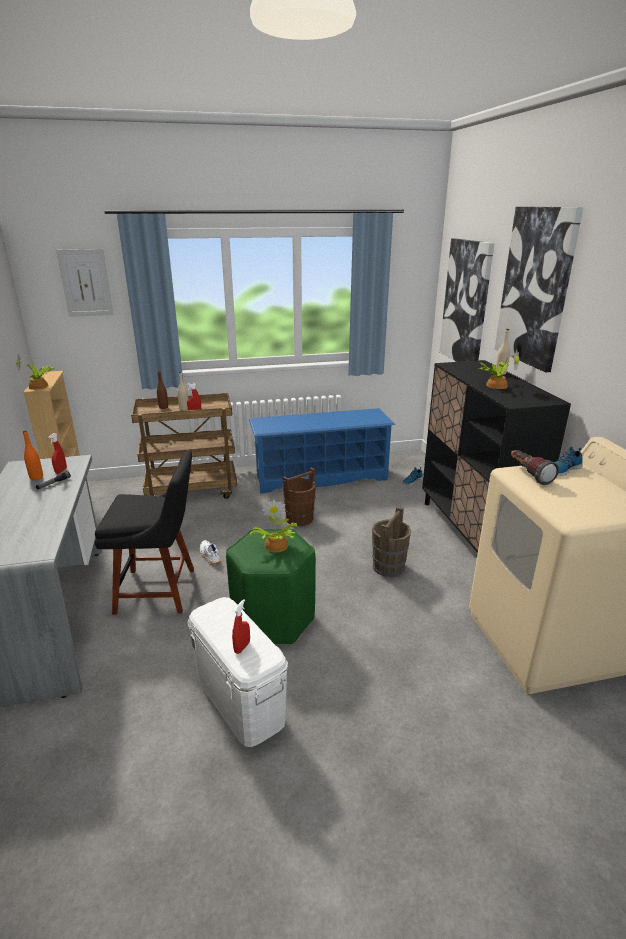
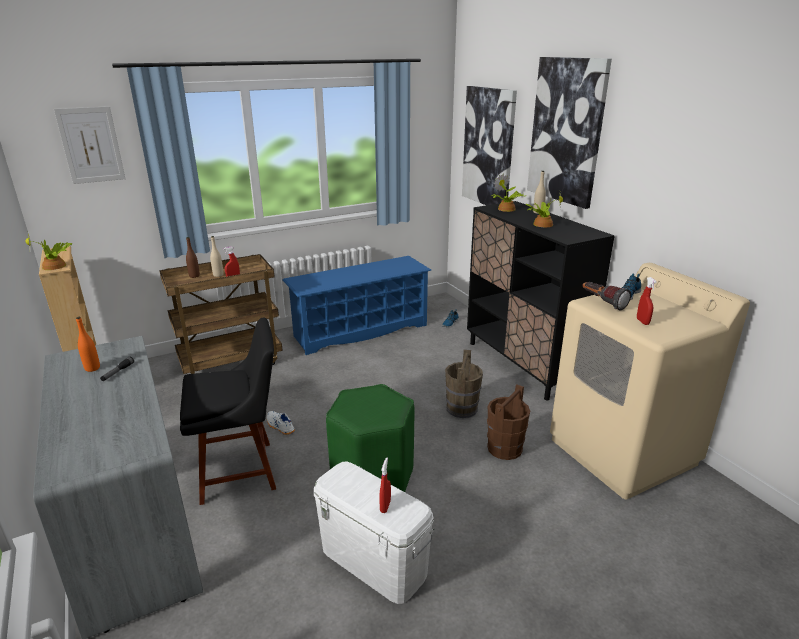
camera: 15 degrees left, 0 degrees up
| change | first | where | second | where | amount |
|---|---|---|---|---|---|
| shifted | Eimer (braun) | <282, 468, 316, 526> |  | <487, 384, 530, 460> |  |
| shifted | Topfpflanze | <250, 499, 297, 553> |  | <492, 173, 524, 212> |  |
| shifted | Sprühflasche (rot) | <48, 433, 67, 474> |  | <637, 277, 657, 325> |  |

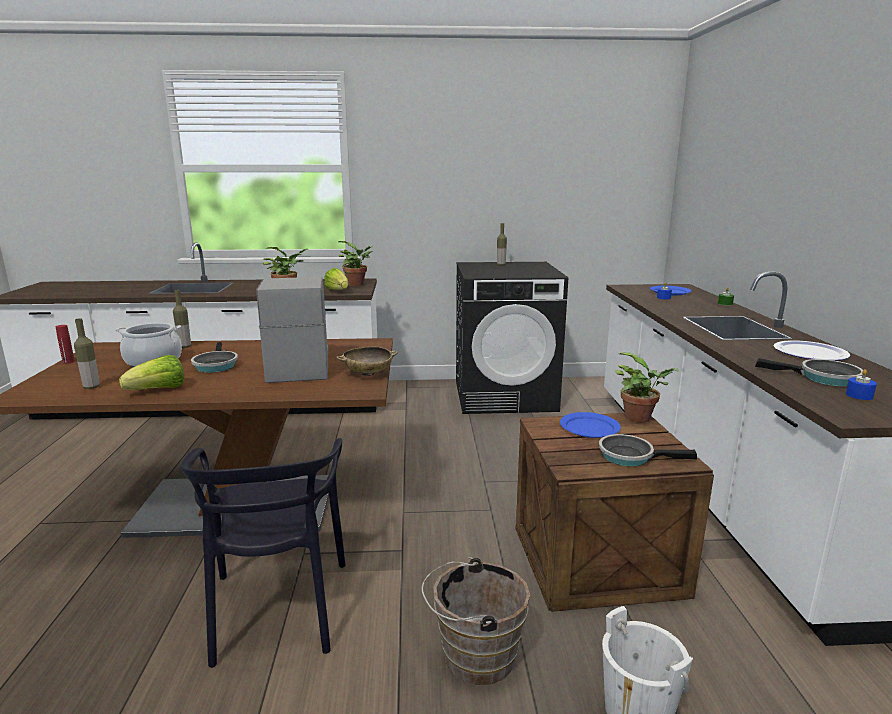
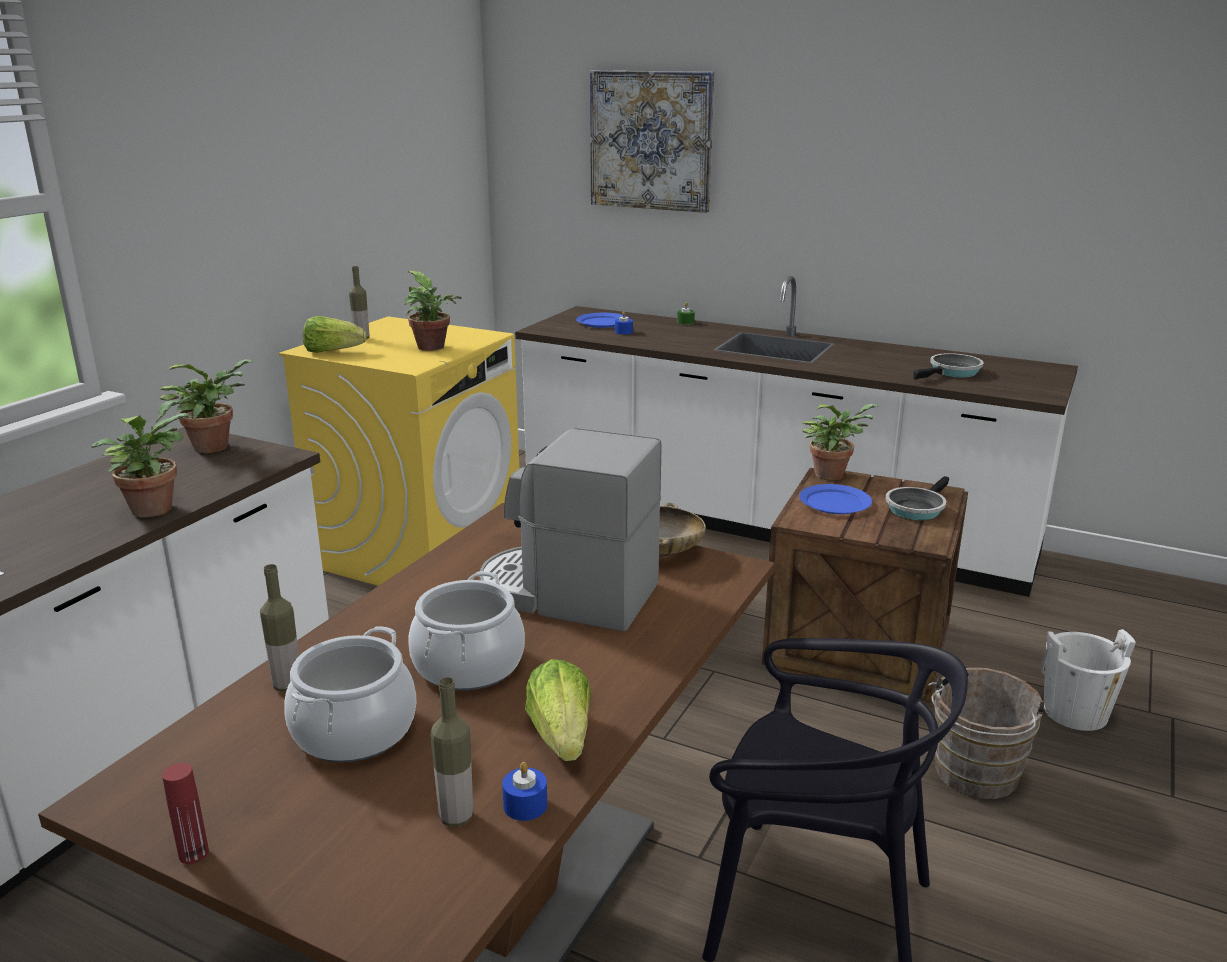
camera: 60 degrees left, 5 degrees up
| change | first | where | second | where | amount |
|---|---|---|---|---|---|
| repainted | Waschmaschine (schwarz) | <456, 262, 568, 414> | Waschmaschine (gelb) | <279, 316, 519, 586> |  |
| shifted | Salatkopf | <324, 268, 348, 290> |  | <303, 316, 366, 353> |  |
| new |  |  | Topfpflanze | <404, 271, 462, 351> |  |
| swapped | Pfanne | <191, 342, 238, 373> | Kochtopf | <408, 571, 525, 690> |  |
| shifted | Kerze (blau) | <846, 369, 877, 400> |  | <502, 762, 547, 821> |  |
| new |  |  | Bild | <590, 70, 715, 213> |  |
| gone | Teller | <774, 340, 850, 361> |  |  |  |

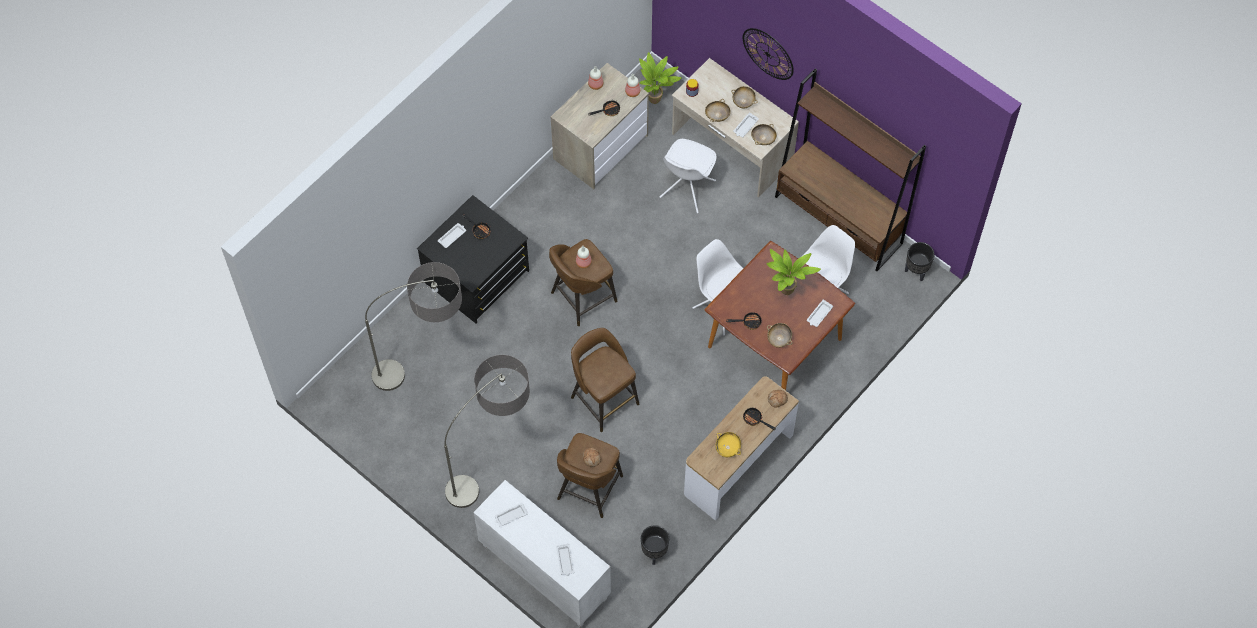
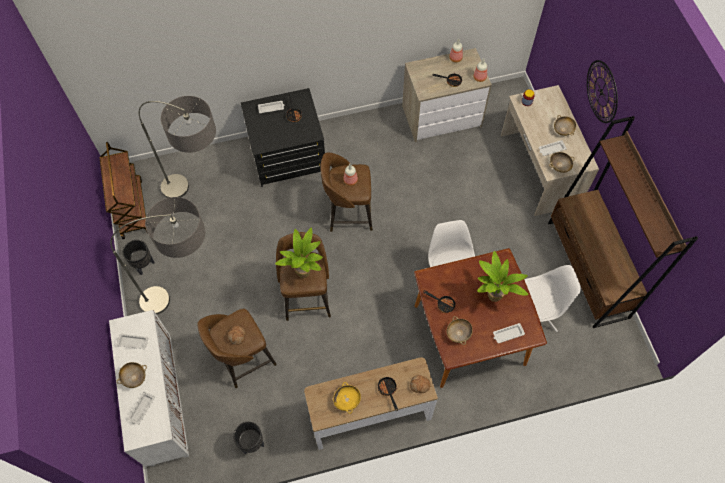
camera: 35 degrees right, 0 degrees up
| change | first | where | second | where | amount |
|---|---|---|---|---|---|
| new |  |  | Rollwagen (braun) | <99, 142, 148, 239> |  |
| shifted | Schüssel (beige) | <705, 99, 731, 122> |  | <116, 362, 147, 388> |  |
| shifted | Pflanzkübel (schwarz) | <905, 242, 934, 281> |  | <123, 240, 155, 275> |  |
| shifted | Topfpflanze | <639, 52, 682, 104> |  | <275, 228, 323, 278> |  |
| gone | Stuhl (weiß) | <660, 139, 716, 213> |  |  |  |

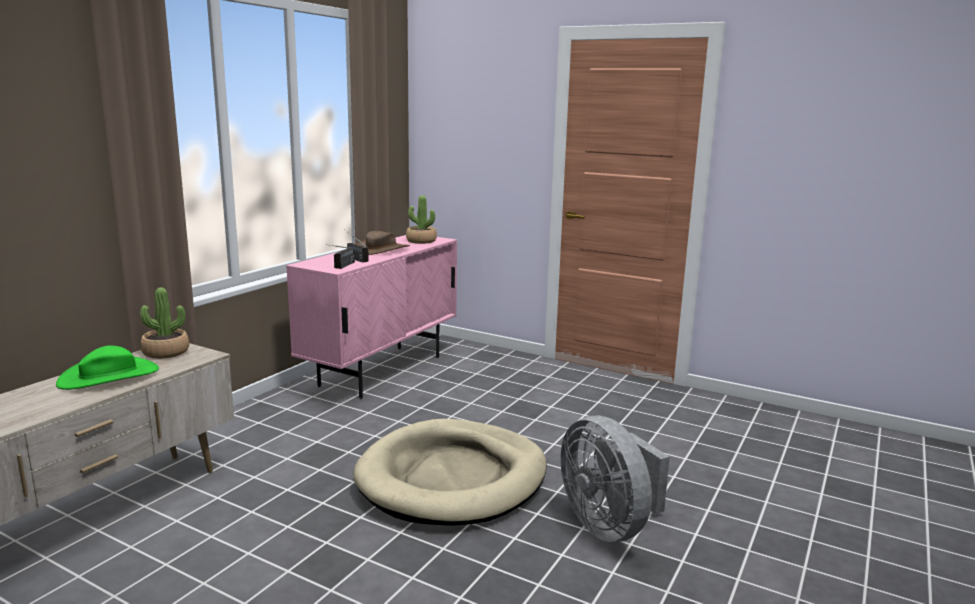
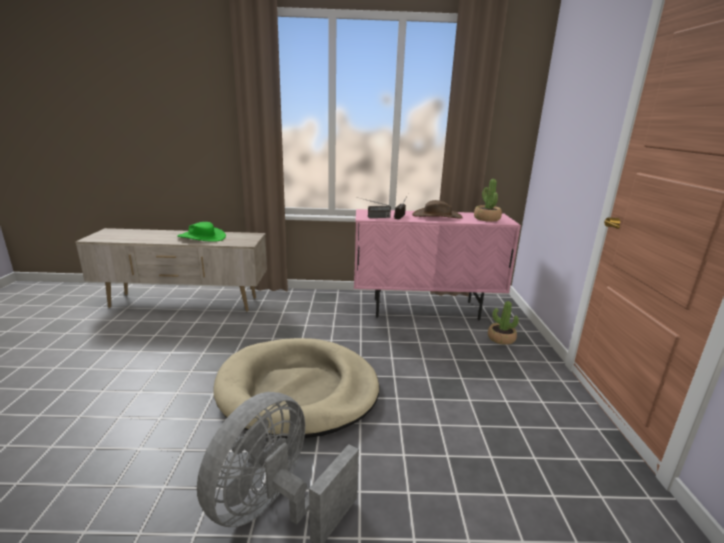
camera: 60 degrees right, 5 degrees up
| change | first | where | second | where | amount |
|---|---|---|---|---|---|
| shifted | Topfpflanze | <140, 288, 189, 359> |  | <488, 301, 519, 345> |  |

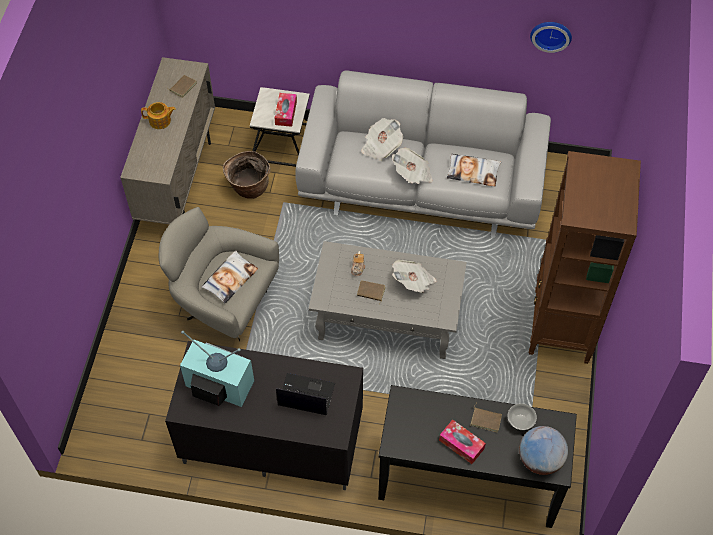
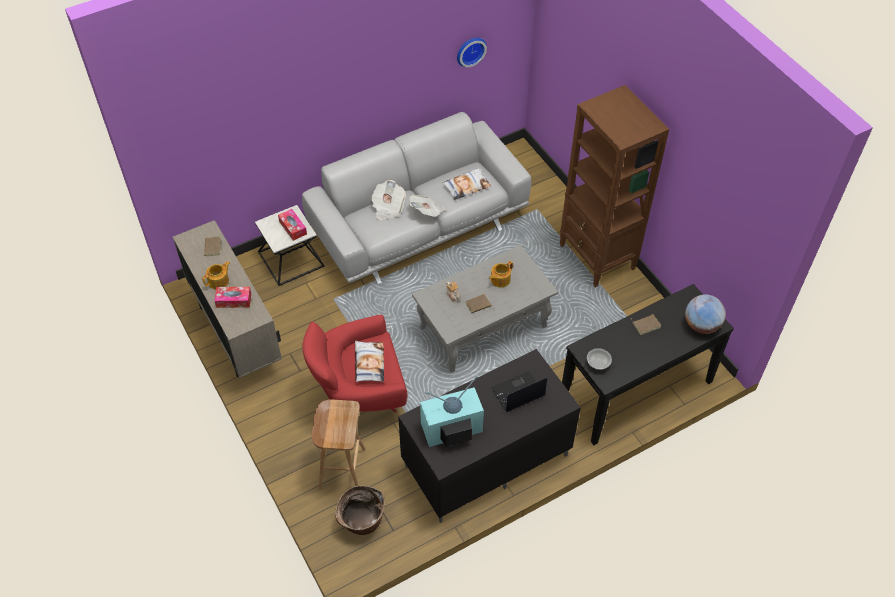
camera: 40 degrees left, 5 degrees down
| change | first | where | second | where | amount |
|---|---|---|---|---|---|
| shifted | Taschentuchbox | <439, 420, 486, 464> |  | <214, 287, 251, 308> |  |
| repainted | Sessel (grau) | <159, 207, 279, 341> | Sessel (rot) | <303, 315, 408, 412> |  |
| new |  |  | Hocker (braun) | <311, 399, 365, 490> |  |
| shifted | Korb | <223, 151, 270, 199> |  | <335, 485, 385, 535> |  |
| swapped | Zeitung | <392, 260, 436, 293> | Teekanne | <489, 261, 513, 288> |  |
| shifted | Schüssel | <507, 403, 537, 431> |  | <587, 348, 612, 371> |  |

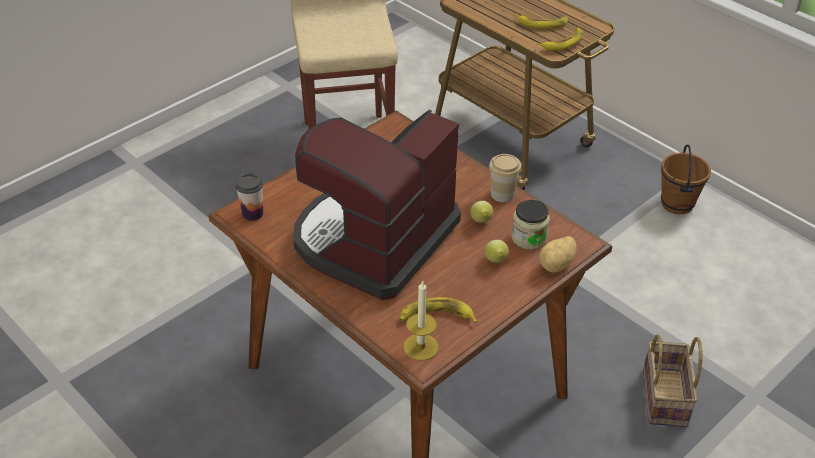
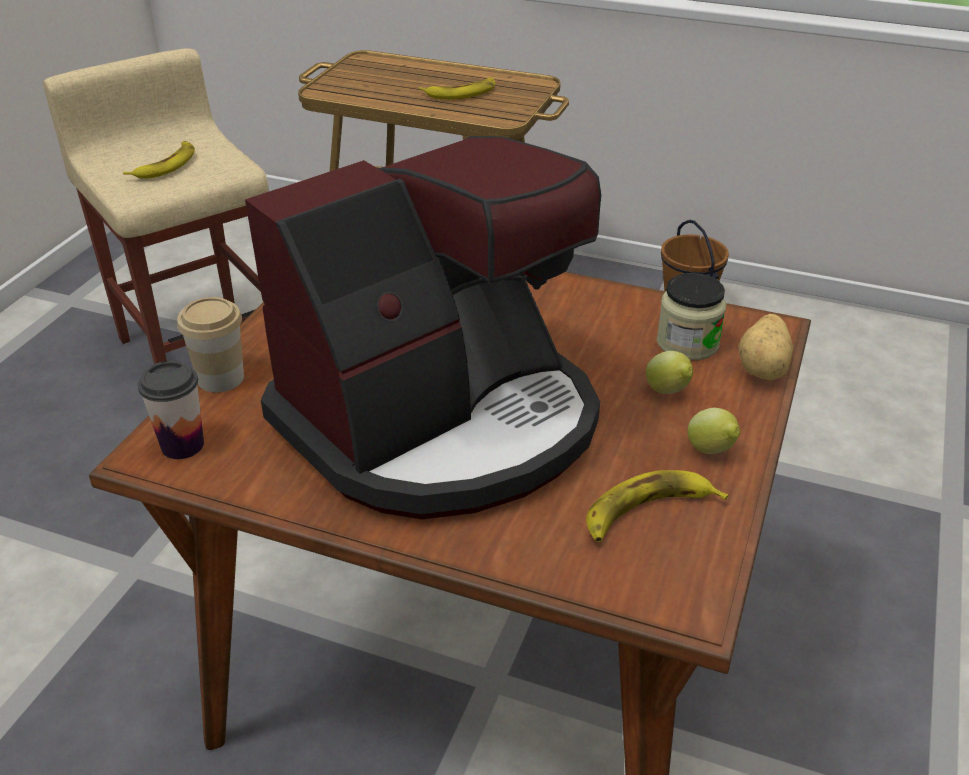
camera: 25 degrees left, 5 degrees down
| change | first | where | second | where | amount |
|---|---|---|---|---|---|
| shifted | Banane | <536, 27, 584, 51> |  | <123, 141, 195, 179> |  |
| shifted | Tasse | <489, 154, 522, 202> |  | <177, 297, 244, 393> |  |
| rotated | Kaffeemaschine | <293, 110, 461, 300> |  | <245, 136, 601, 519> | 135 degrees counterclockwise |
| shifted | Zitrone | <471, 201, 493, 223> |  | <688, 408, 740, 454> |  |
| gone | Kerze | <404, 280, 438, 361> |  |  |  |
| gone | Korb | <643, 334, 703, 427> |  |  |  |

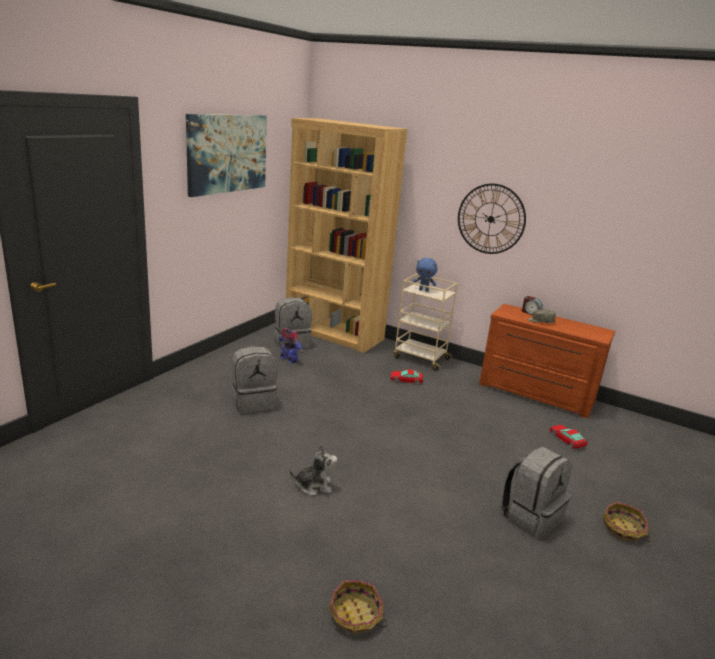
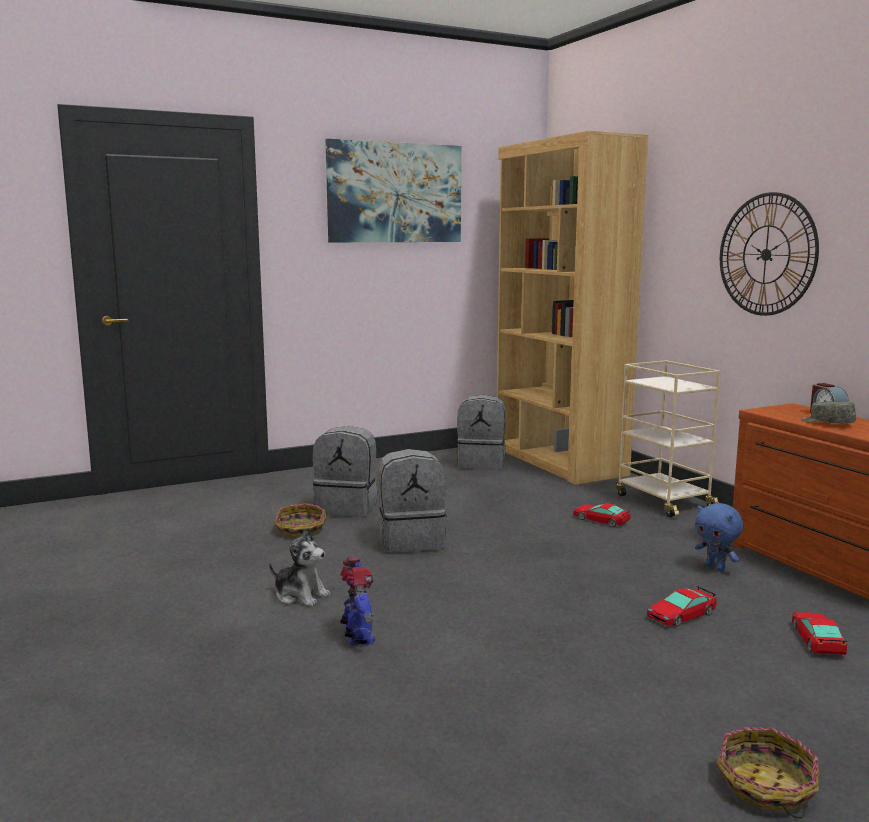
camera: 35 degrees right, 10 degrees down
| change | first | where | second | where | amount |
|---|---|---|---|---|---|
| shifted | Korb | <330, 580, 388, 634> |  | <274, 503, 327, 538> |  |
| shifted | Spielzeugroboter | <279, 328, 303, 364> |  | <340, 557, 375, 646> |  |
| shifted | Rucksack (grau) | <500, 447, 571, 540> |  | <378, 449, 447, 553> |  |
| new |  |  | Spielzeugauto | <647, 586, 717, 627> |  |
| shifted | Plüschtier (blau) | <413, 258, 438, 291> |  | <695, 503, 743, 572> |  |

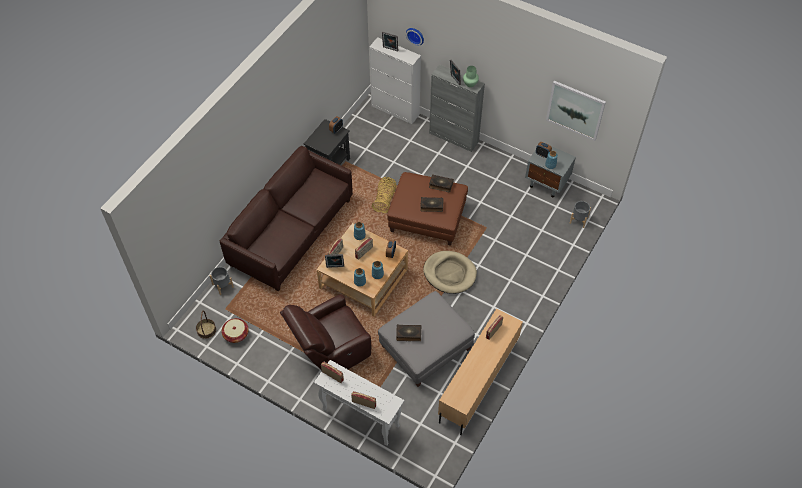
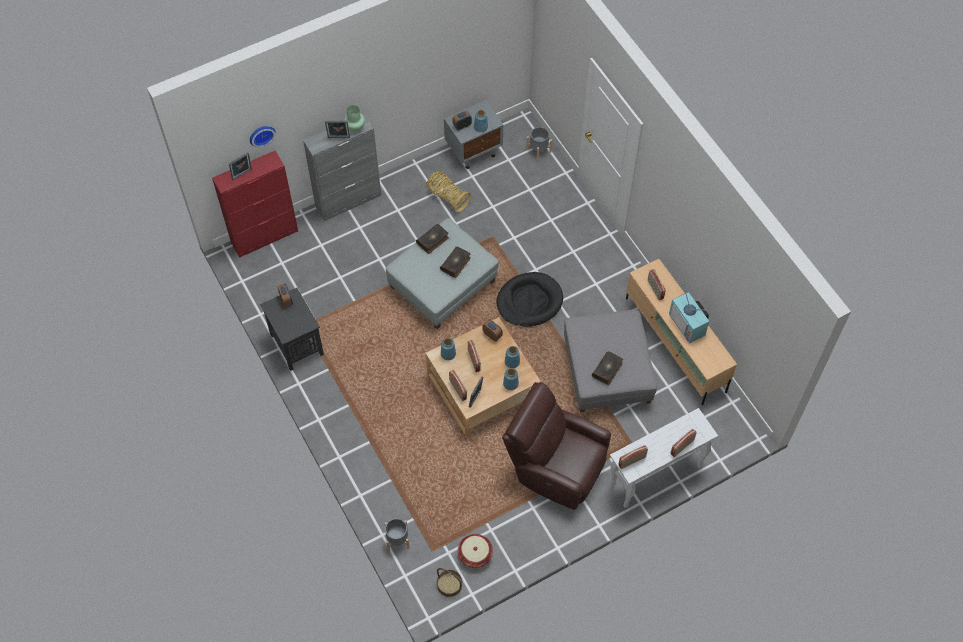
camera: 60 degrees left, 5 degrees up
| change | first | where | second | where | amount |
|---|---|---|---|---|---|
| repainted | Schrank (weiß) | <369, 37, 421, 124> | Schrank (rot) | <212, 151, 298, 258> |  |
| repainted | Polsterhocker (braun) | <387, 172, 468, 246> | Polsterhocker (grau) | <386, 218, 499, 329> |  |
| shifted | Korb | <372, 177, 397, 213> |  | <426, 171, 471, 212> |  |
| repainted | Hundebett (beige) | <423, 251, 477, 294> | Hundebett (schwarz) | <497, 272, 563, 327> |  |
| rotated | Sessel (braun) | <280, 294, 371, 371> |  | <502, 382, 611, 510> | 120 degrees clockwise |
| new |  |  | Fernseher | <669, 283, 709, 343> |  |
| gone | Sofa (braun) | <220, 146, 353, 291> |  |  |  |
| gone | Bild | <546, 81, 606, 141> |  |  |  |

